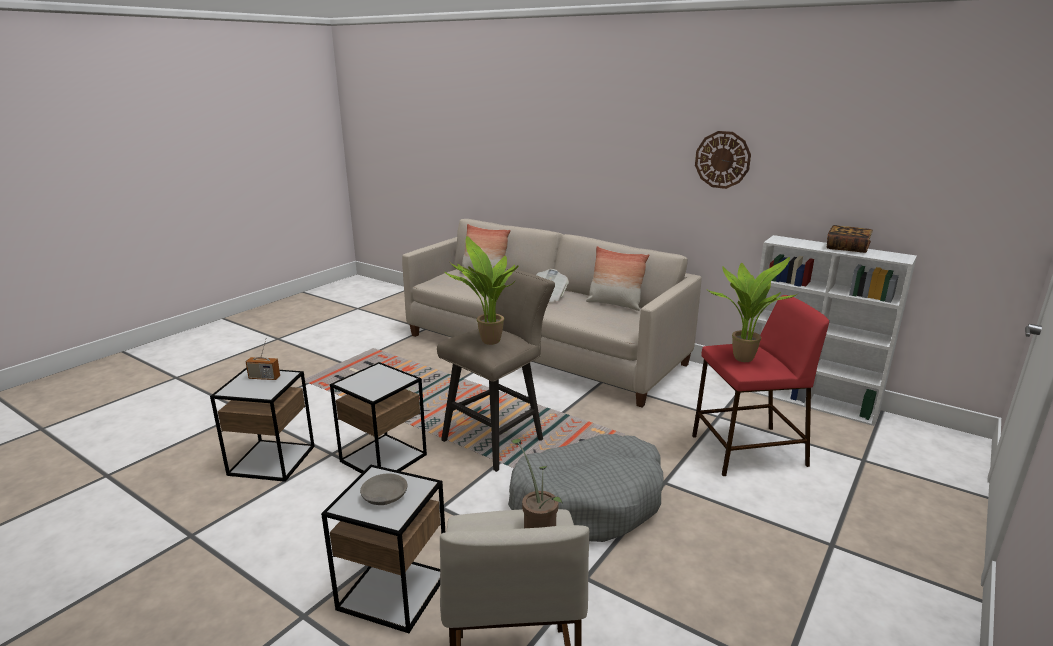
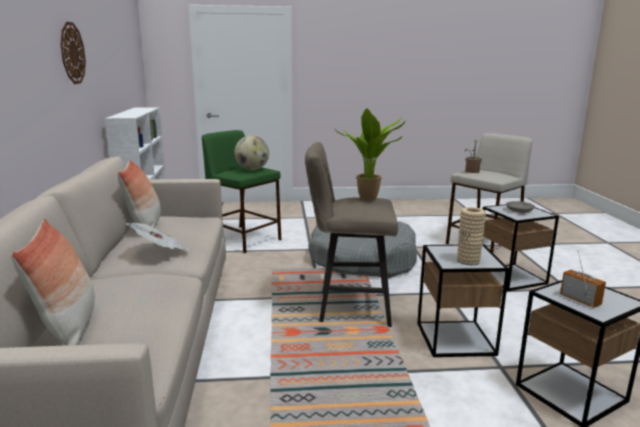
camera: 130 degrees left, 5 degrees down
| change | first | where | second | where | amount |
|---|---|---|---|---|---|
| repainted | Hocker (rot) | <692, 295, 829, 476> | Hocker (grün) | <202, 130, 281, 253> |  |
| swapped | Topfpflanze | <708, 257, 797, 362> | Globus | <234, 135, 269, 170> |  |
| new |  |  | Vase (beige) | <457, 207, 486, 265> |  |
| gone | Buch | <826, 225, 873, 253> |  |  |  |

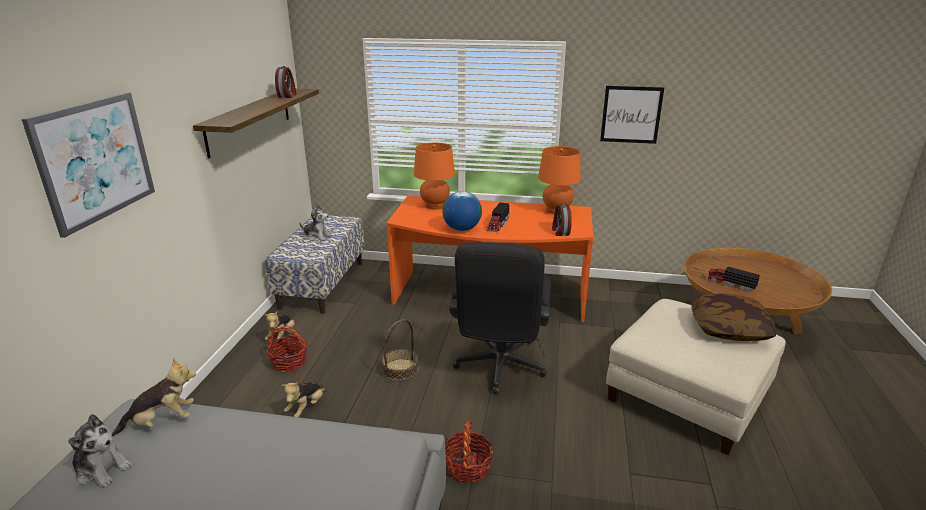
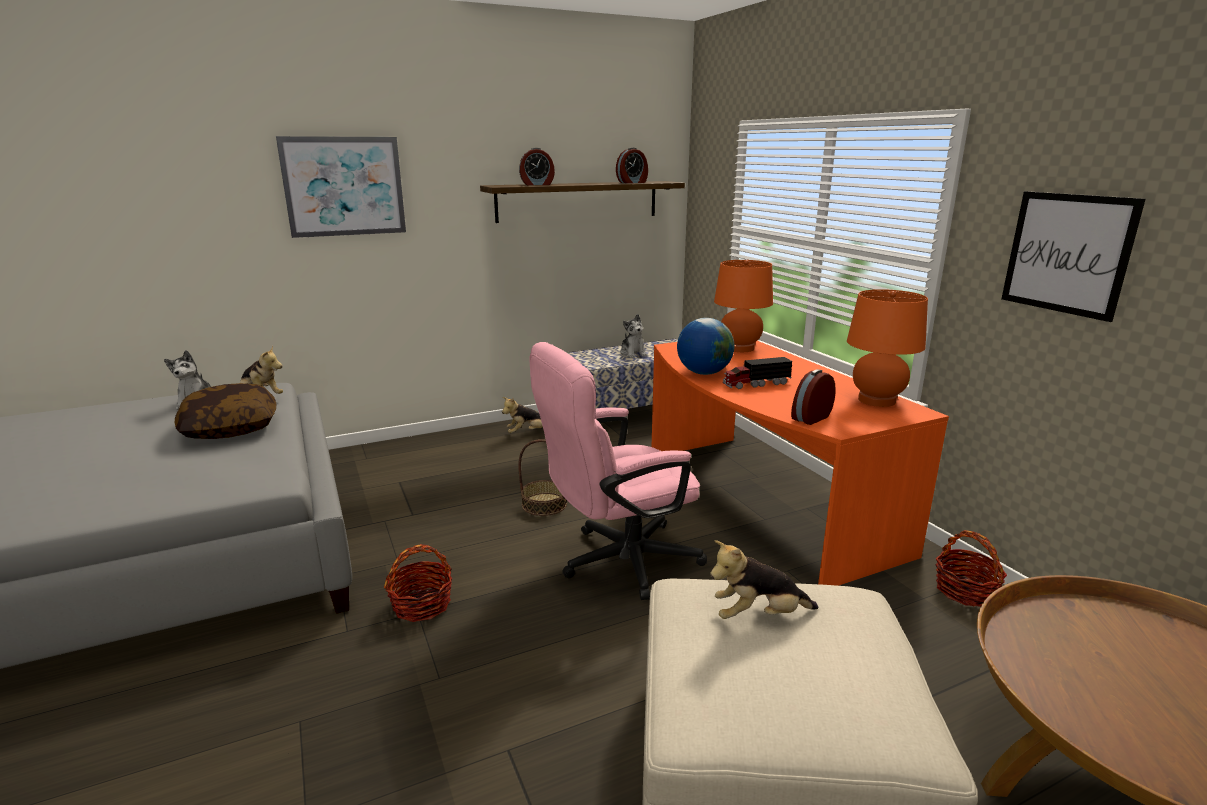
camera: 55 degrees right, 5 degrees down
| change | first | where | second | where | amount |
|---|---|---|---|---|---|
| shifted | Kissen | <691, 294, 776, 341> |  | <174, 383, 276, 439> |  |
| new |  |  | Wecker | <519, 148, 555, 185> |  |
| repainted | Bürostuhl (schwarz) | <449, 242, 551, 394> | Bürostuhl (rosa) | <529, 342, 707, 600> |  |
| shifted | Plüschtier | <282, 382, 326, 417> |  | <710, 540, 818, 619> |  |
| shifted | Korb | <266, 326, 307, 372> |  | <935, 530, 1007, 607> |  |
| gone | Spielzeuglaster | <707, 267, 760, 292> |  |  |  |

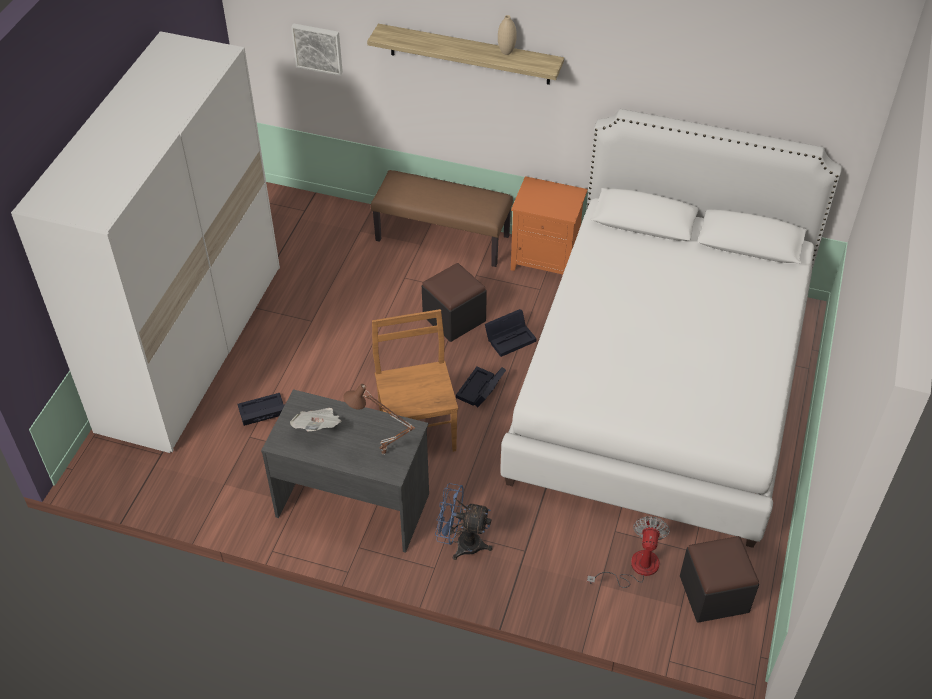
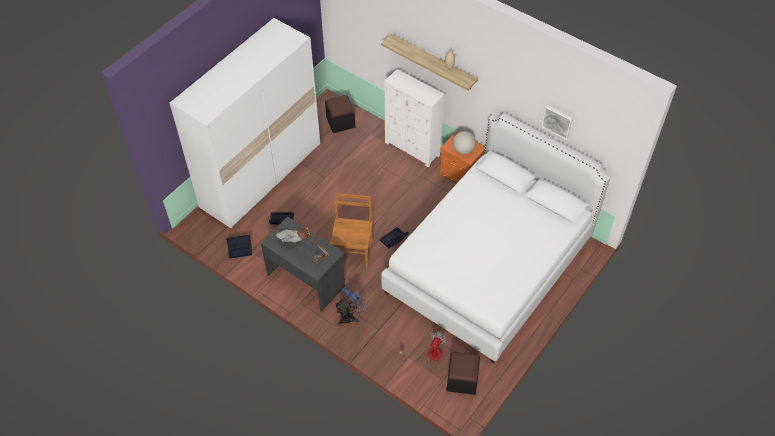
camera: 20 degrees right, 5 degrees up
| change | first | where | second | where | amount |
|---|---|---|---|---|---|
| shifted | Aufbewahrungsbox (schwarz) | <485, 309, 536, 357> |  | <226, 235, 252, 258> |  |
| shifted | Polsterhocker (schwarz) | <422, 263, 487, 342> |  | <325, 95, 355, 133> |  |
| rotated | Ventilator (blau) | <435, 483, 492, 560> |  | <334, 286, 367, 326> | 105 degrees clockwise |
| swapped | Bank (braun) | <371, 170, 513, 267> | Kommode (weiß) | <384, 69, 444, 168> |  |
| new |  |  | Globus | <453, 131, 476, 154> |  |
| shifted | Bild | <291, 23, 343, 76> |  | <541, 105, 573, 140> |  |

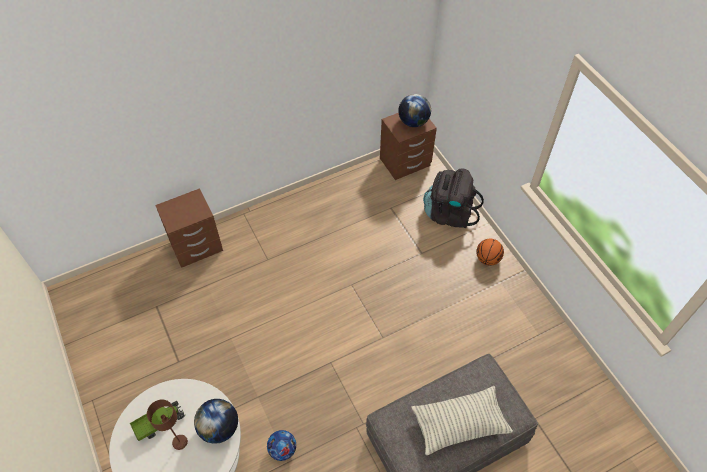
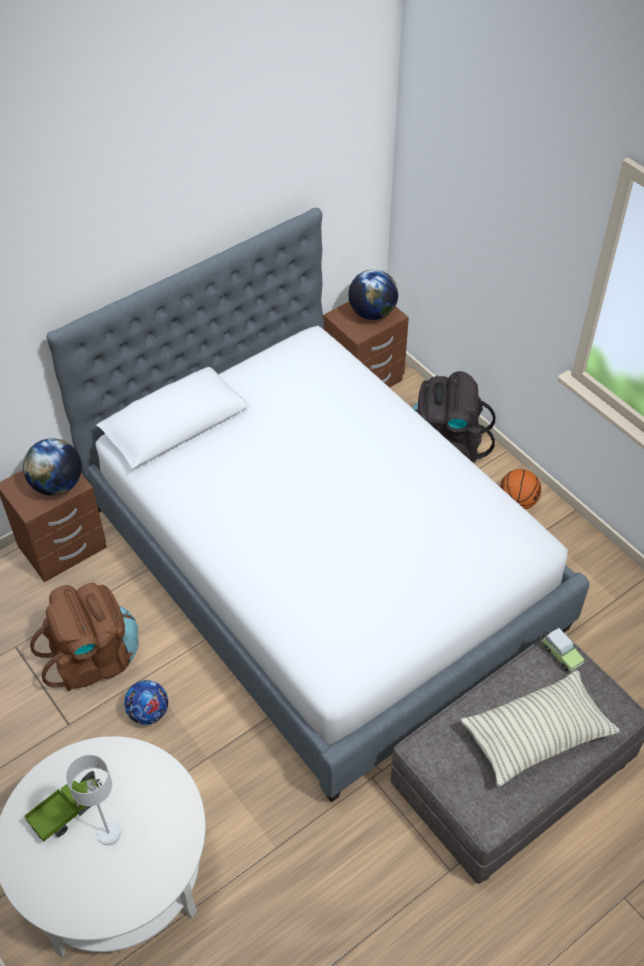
camera: 10 degrees left, 5 degrees down
| change | first | where | second | where | amount |
|---|---|---|---|---|---|
| shifted | Globus | <194, 399, 238, 444> |  | <23, 438, 82, 496> |  |
| new |  |  | Rucksack (braun) | <30, 583, 138, 691> |  |
| new |  |  | Bett | <47, 208, 589, 802> |  |
| repainted | Tischlampe (braun) | <147, 399, 188, 450> | Tischlampe (grau) | <66, 755, 121, 846> |  |
| shifted | Fußball | <267, 430, 296, 461> |  | <124, 680, 168, 725> |  |
| new |  |  | Spielzeugauto | <541, 628, 585, 672> |  |

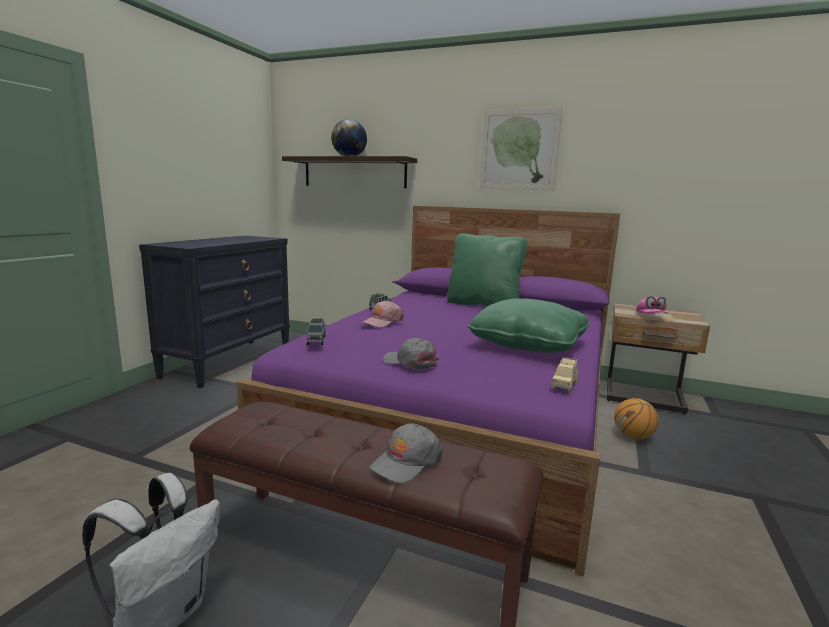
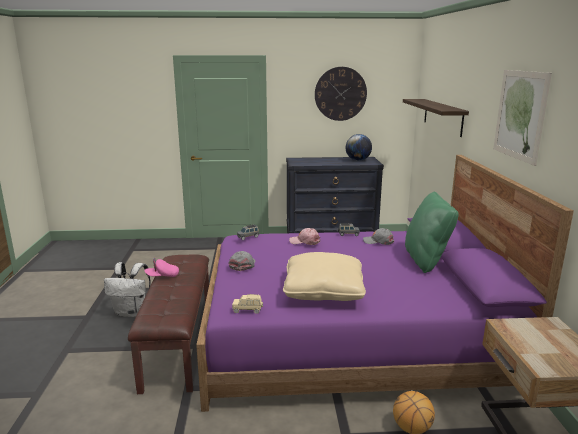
camera: 65 degrees right, 5 degrees up
| change | first | where | second | where | amount |
|---|---|---|---|---|---|
| shifted | Kappe (rosa) | <636, 296, 668, 314> |  | <144, 258, 179, 277> |  |
| repainted | Kissen (grün) | <467, 298, 590, 353> | Kissen (beige) | <283, 252, 366, 301> |  |
| new |  |  | Wanduhr | <315, 67, 367, 121> |  |
| shifted | Globus | <331, 119, 367, 156> |  | <346, 134, 372, 161> |  |
| shifted | Kappe (grau) | <370, 423, 443, 483> |  | <363, 228, 394, 245> |  |

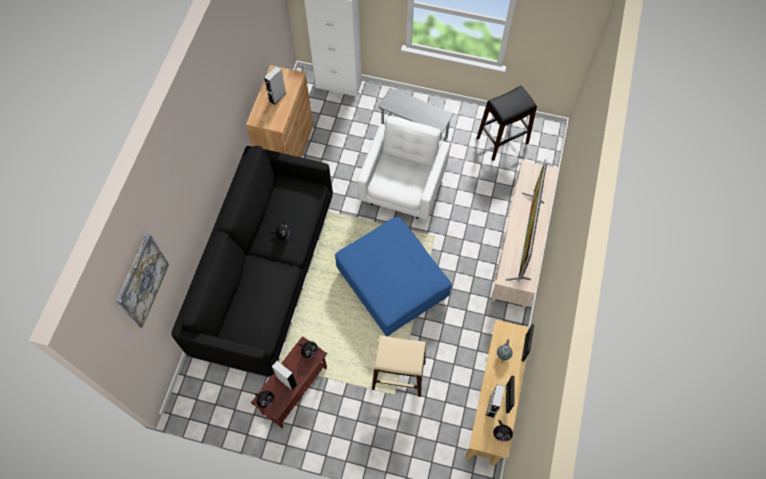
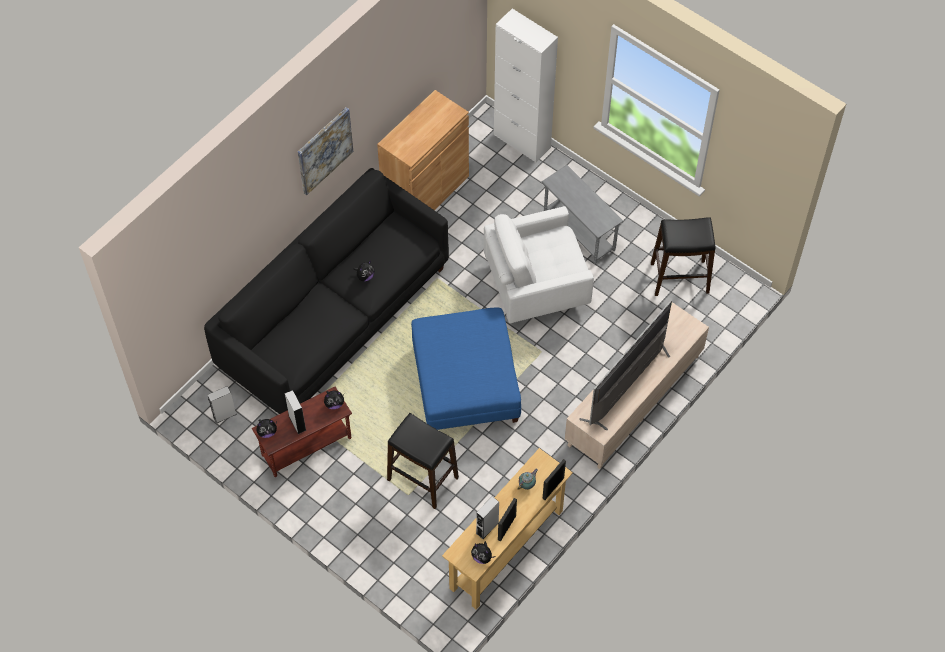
camera: 25 degrees right, 5 degrees down
| change | first | where | second | where | amount |
|---|---|---|---|---|---|
| shifted | Lautsprecher (grau) | <264, 66, 286, 105> |  | <208, 386, 237, 424> |  |
| shifted | Bild | <116, 234, 169, 328> |  | <298, 107, 353, 195> |  |
| repainted | Hocker (beige) | <372, 335, 426, 397> | Hocker (schwarz) | <387, 413, 459, 509> |  |
| rotated | Sessel (weiß) | <357, 116, 450, 220> |  | <484, 206, 594, 323> | 150 degrees counterclockwise |

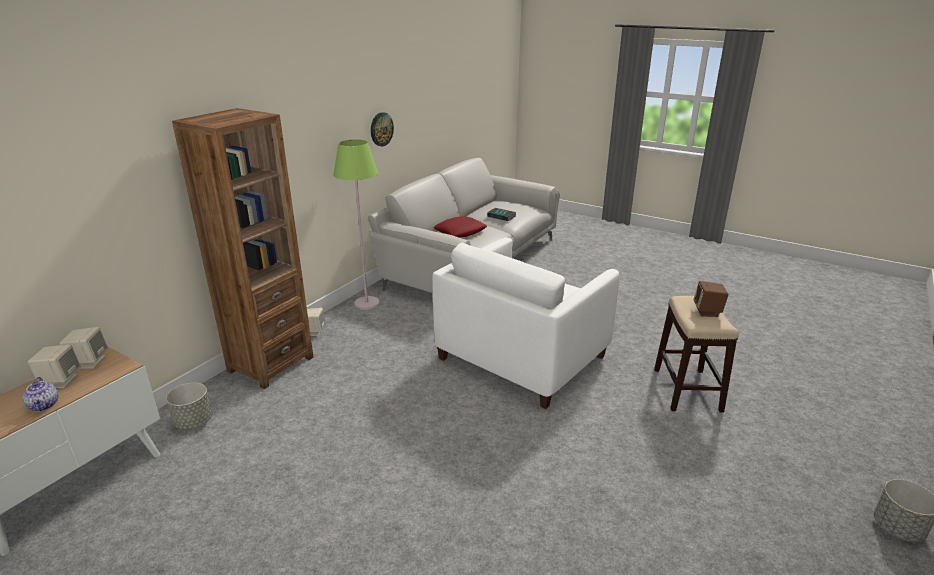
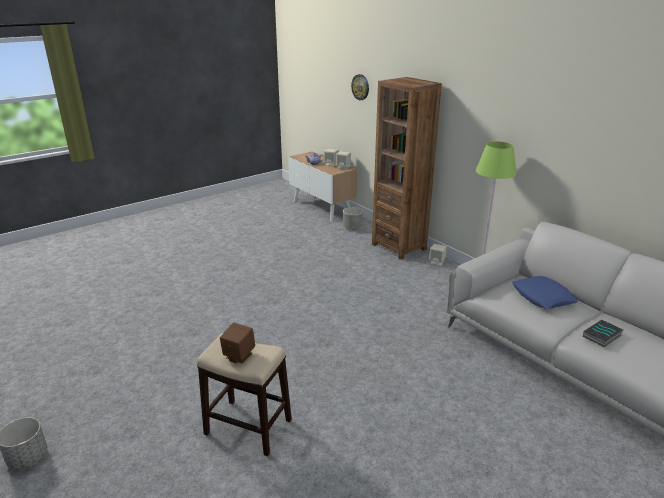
camera: 110 degrees right, 0 degrees up
| change | first | where | second | where | amount |
|---|---|---|---|---|---|
| shifted | Wanduhr | <371, 112, 394, 146> |  | <351, 74, 369, 100> |  |
| repainted | Kissen (rot) | <433, 216, 487, 238> | Kissen (blau) | <512, 276, 578, 309> |  |
| gone | Sessel (weiß) | <432, 237, 619, 409> |  |  |  |

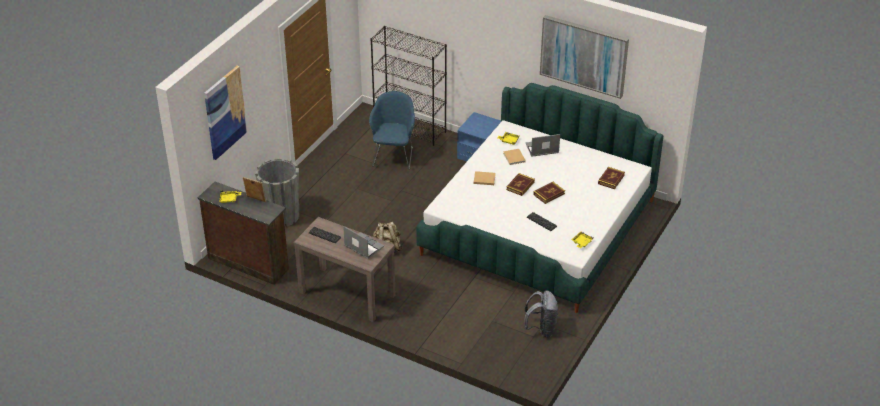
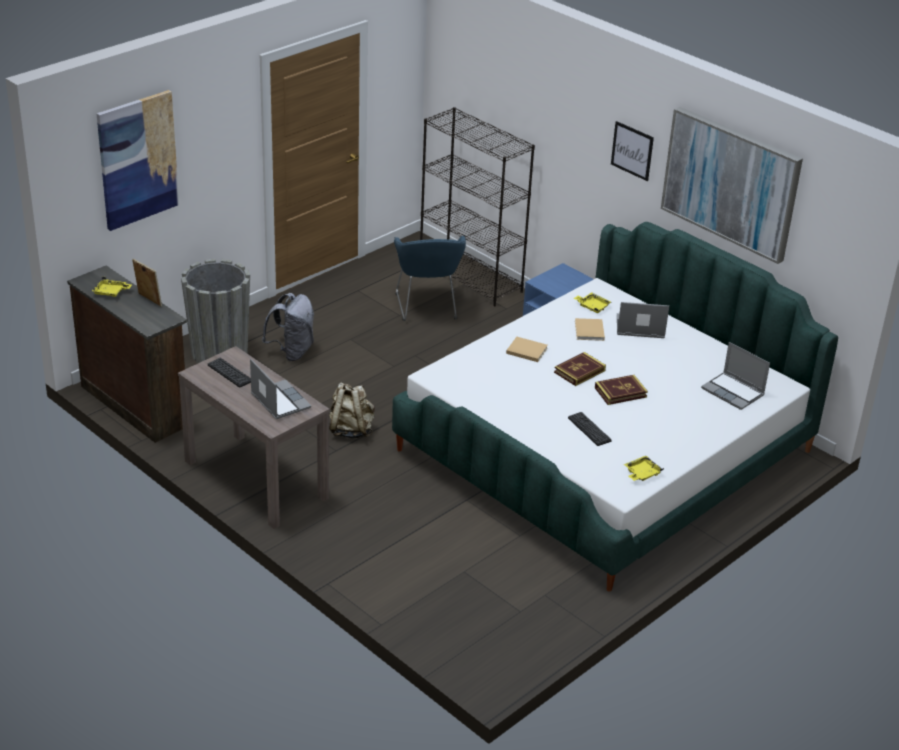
camera: 15 degrees right, 5 degrees down
| change | first | where | second | where | amount |
|---|---|---|---|---|---|
| shifted | Rucksack (grau) | <524, 291, 558, 338> |  | <262, 293, 314, 361> |  |
| rotated | Sessel (blau) | <369, 91, 415, 170> |  | <394, 236, 466, 321> | 150 degrees clockwise |
| new |  |  | Bild | <611, 121, 654, 181> |  |
| swapped | Buch | <598, 167, 625, 189> | Laptop | <701, 342, 770, 410> |  |

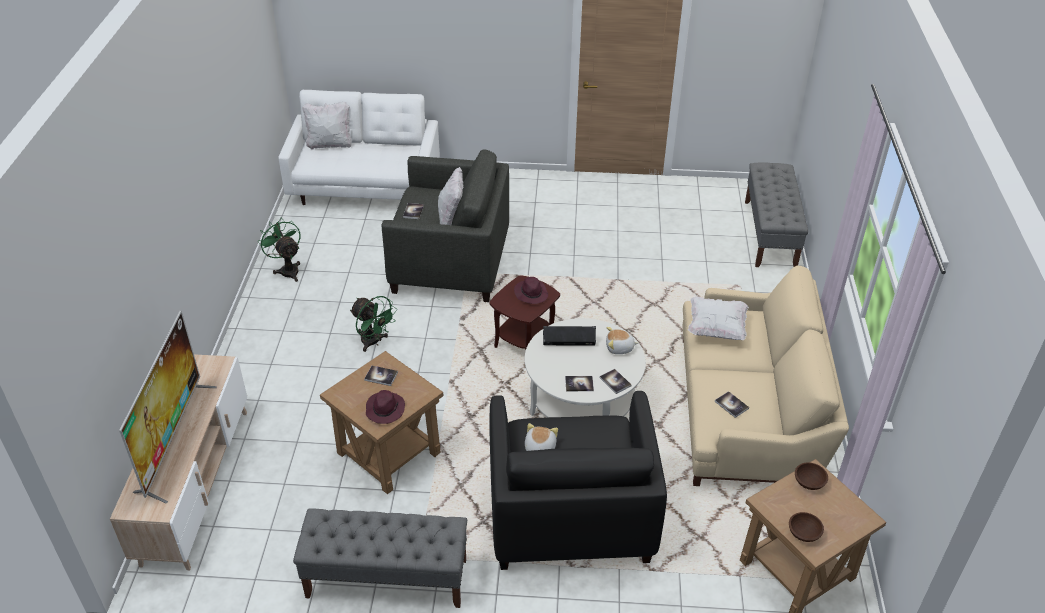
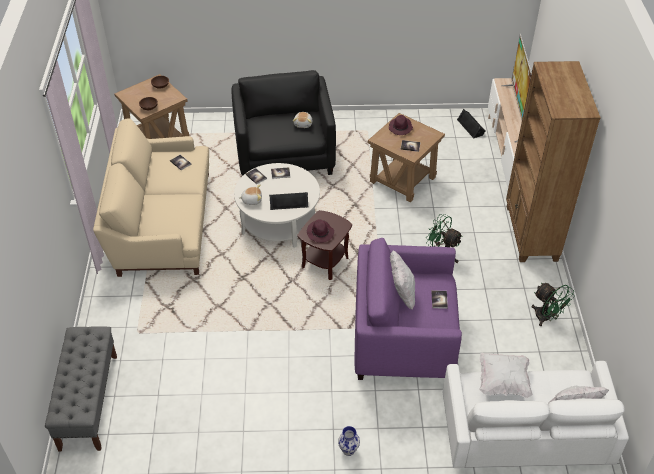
camera: 175 degrees right, 5 degrees up
| change | first | where | second | where | amount |
|---|---|---|---|---|---|
| new |  |  | Vase | <338, 426, 360, 456> |  |
| repainted | Sessel (grau) | <382, 149, 509, 302> | Sessel (lila) | <355, 238, 462, 380> |  |
| new |  |  | Lautsprecher (schwarz) | <457, 109, 486, 139> |  |
| shifted | Kissen (weiß) | <688, 296, 749, 340> |  | <479, 353, 533, 398> |  |
| new |  |  | Bücherregal (braun) | <506, 61, 601, 262> |  |
| gone | Bank (grau) | <293, 508, 467, 608> |  |  |  |

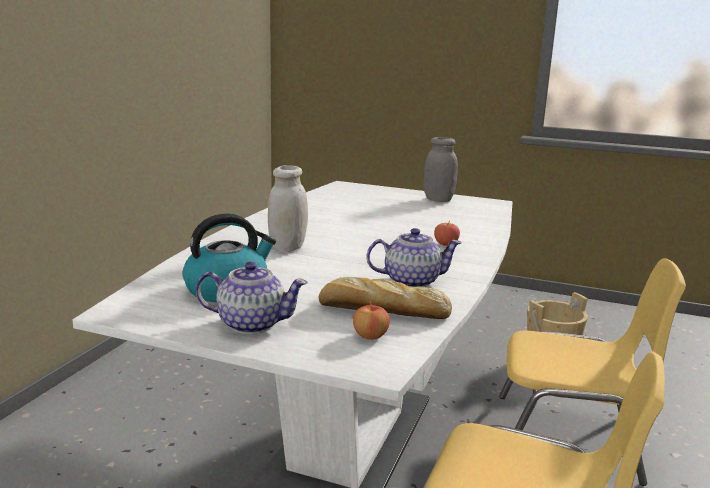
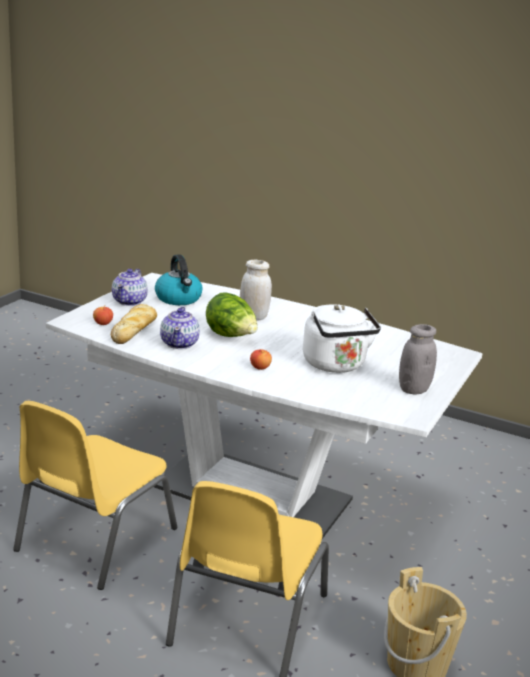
camera: 95 degrees right, 5 degrees up
| change | first | where | second | where | amount |
|---|---|---|---|---|---|
| new |  |  | Salatkopf | <206, 292, 258, 337> |  |
| new |  |  | Wasserkessel (weiß) | <303, 304, 381, 373> |  |

